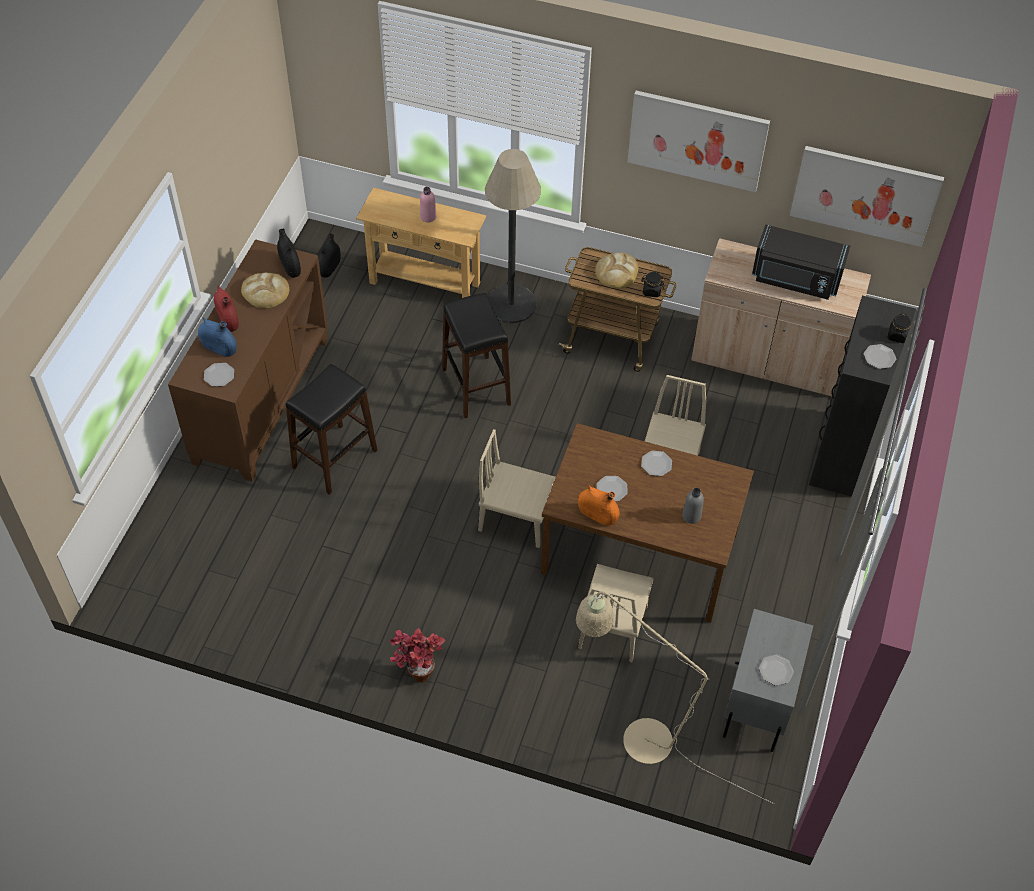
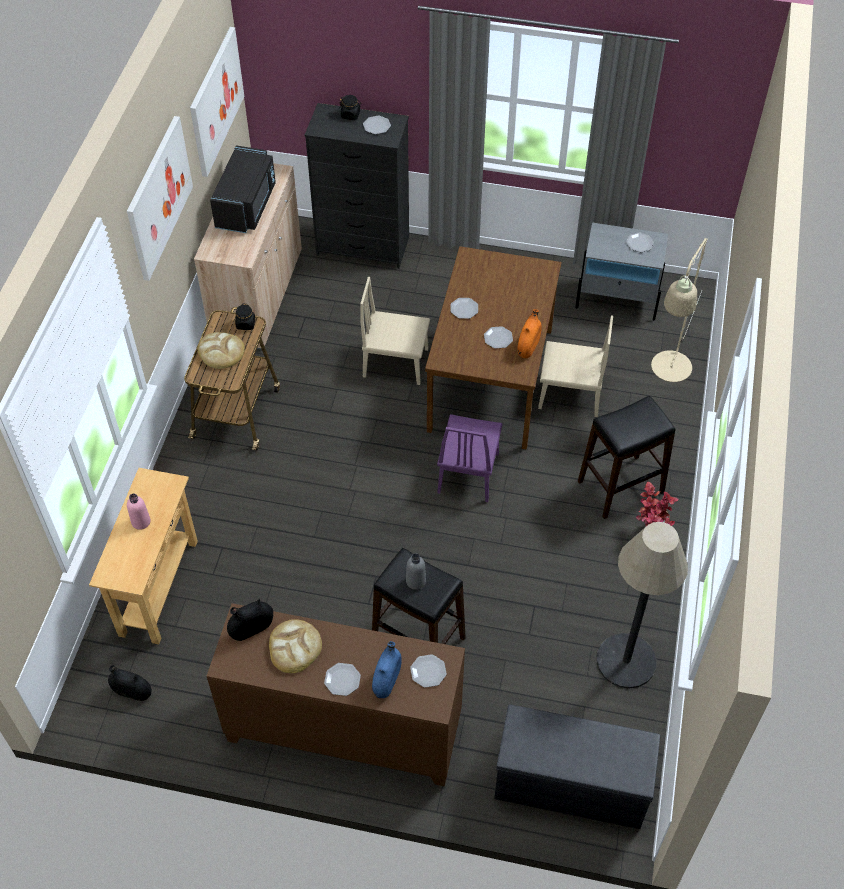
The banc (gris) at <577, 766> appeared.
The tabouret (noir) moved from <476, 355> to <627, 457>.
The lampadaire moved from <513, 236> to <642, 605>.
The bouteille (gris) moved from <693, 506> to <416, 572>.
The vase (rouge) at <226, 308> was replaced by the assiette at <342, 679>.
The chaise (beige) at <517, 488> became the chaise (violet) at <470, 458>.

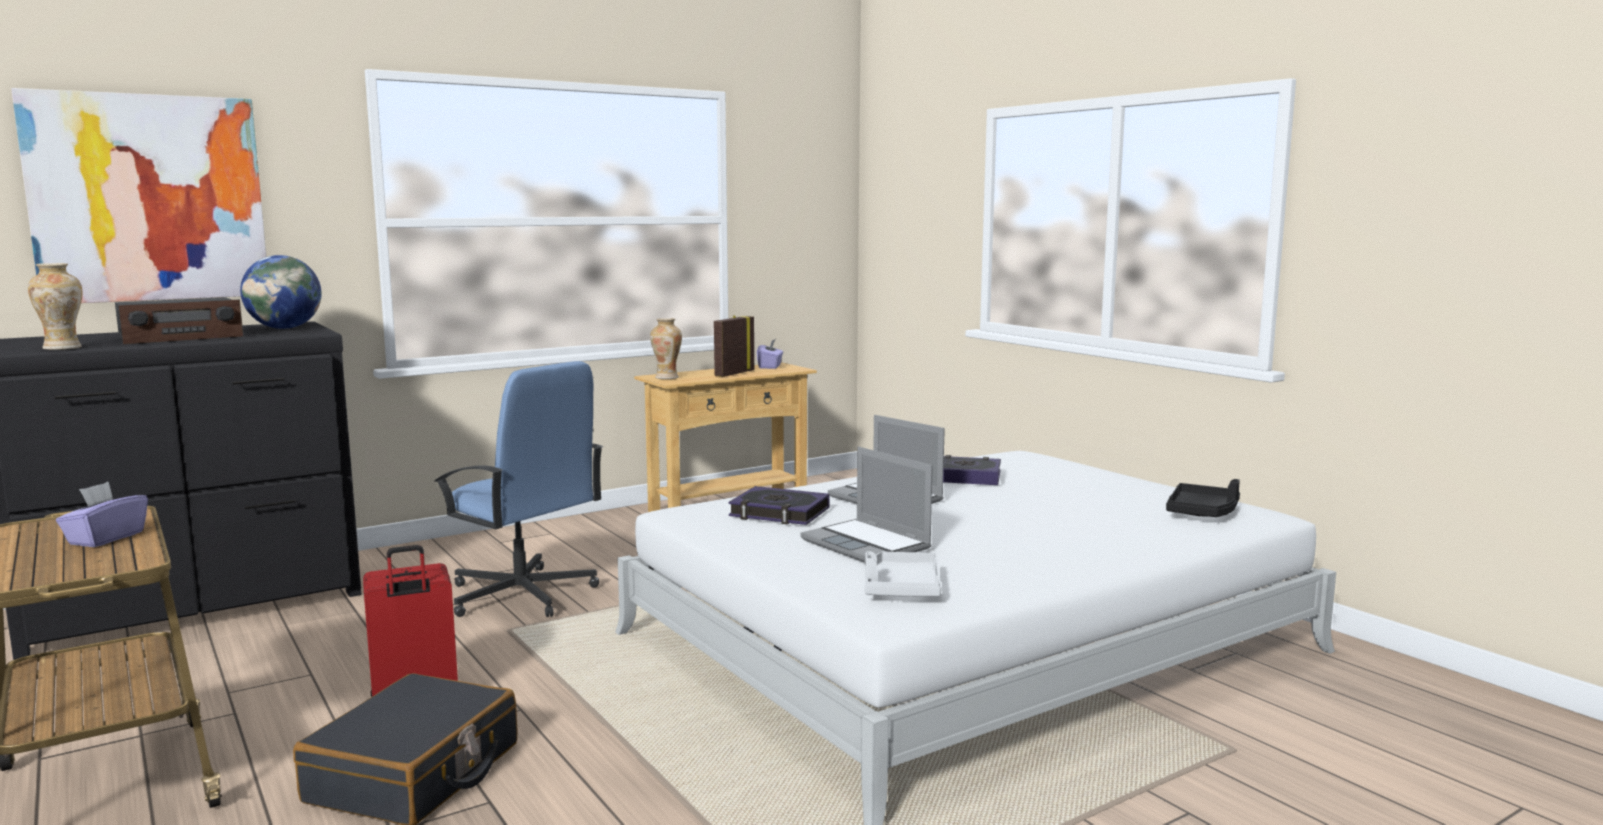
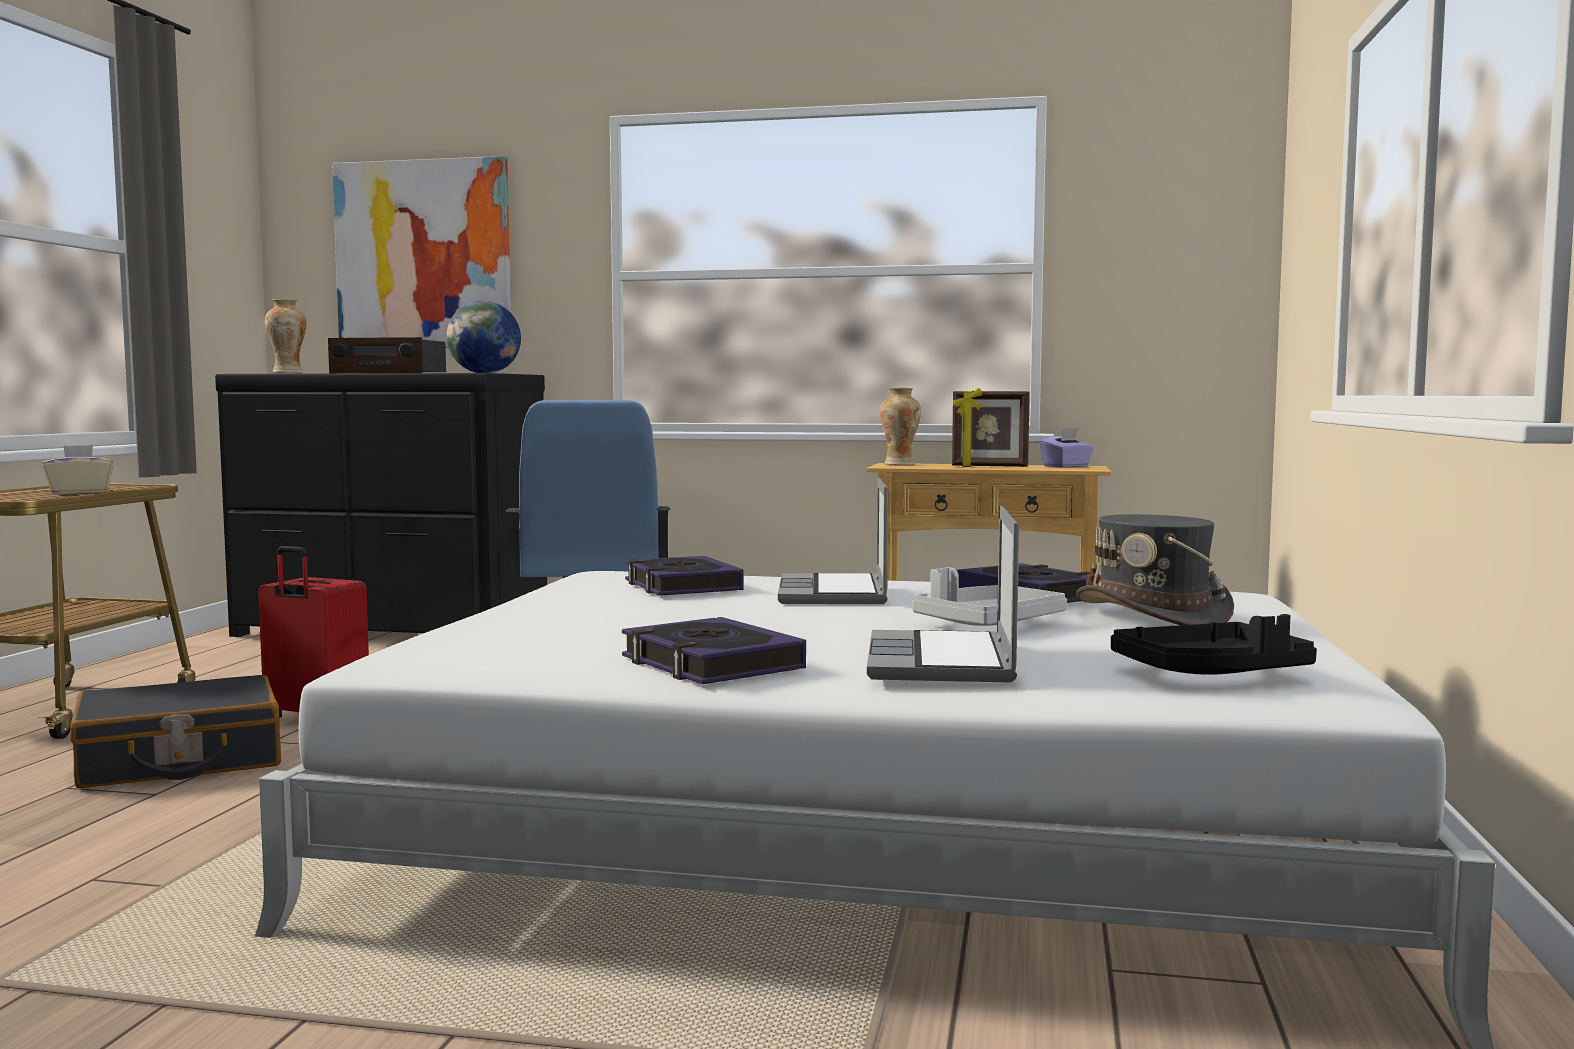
The livre at <714, 650> appeared.
The chapeau (gris) at <1155, 569> appeared.
The ordinateur portable moved from <867, 505> to <943, 594>.
The plateau (gris) moved from <903, 574> to <989, 597>.
The boîte à mouchoirs (violet) at <102, 514> became the boîte à mouchoirs (beige) at <77, 469>.
The cadre photo at <734, 346> turned 150 degrees counterclockwise.

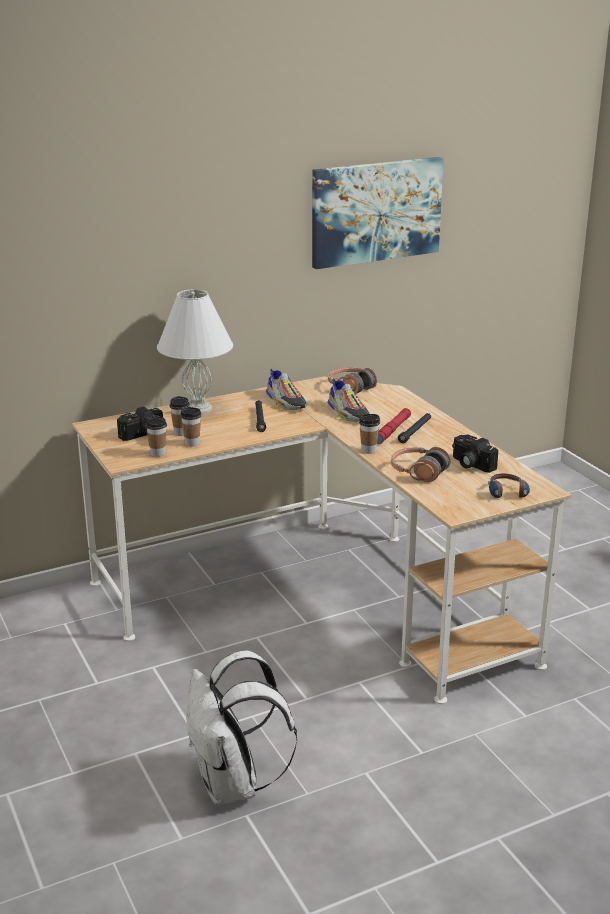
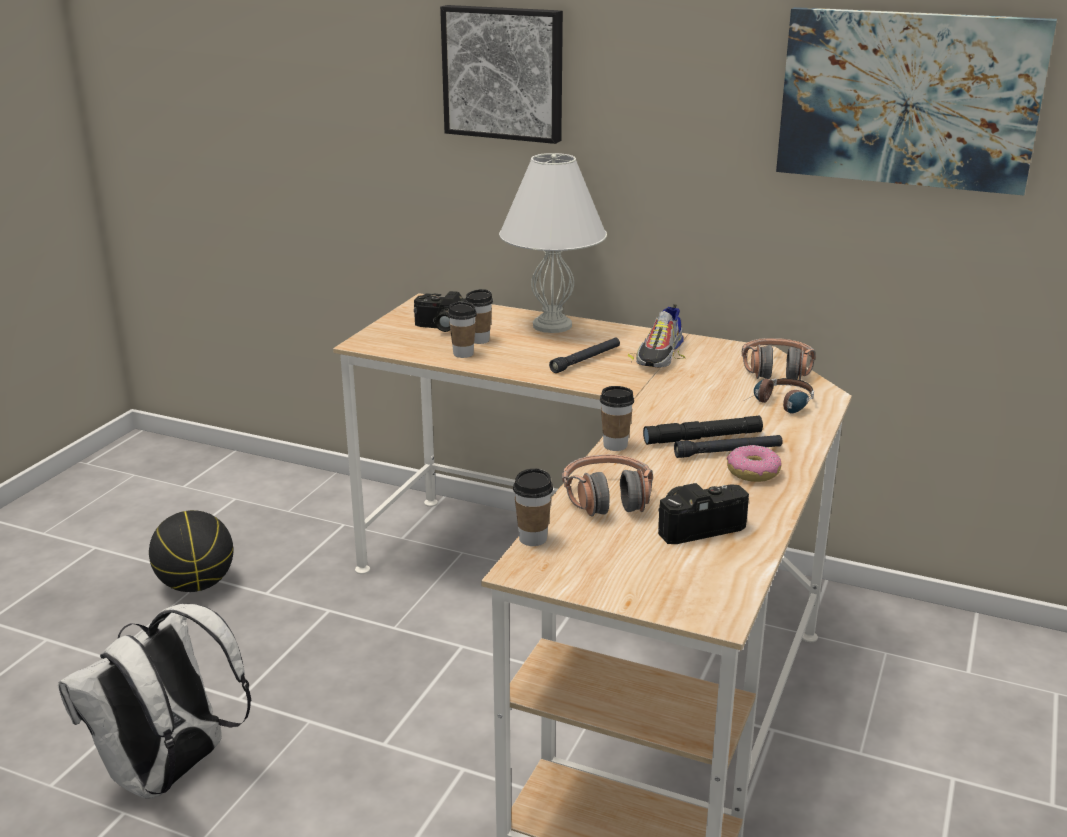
The chaussure at <349, 401> disappeared.
The ballon de basket at <191, 551> appeared.
The tableau at <501, 74> appeared.
The beignet at <754, 463> appeared.
The tasse moved from <156, 436> to <533, 507>.
The casque audio moved from <509, 485> to <778, 395>.
The lampe de poche (rouge) at <394, 426> became the lampe de poche (noir) at <703, 430>.
The appareil photo at <475, 454> turned 60 degrees clockwise.

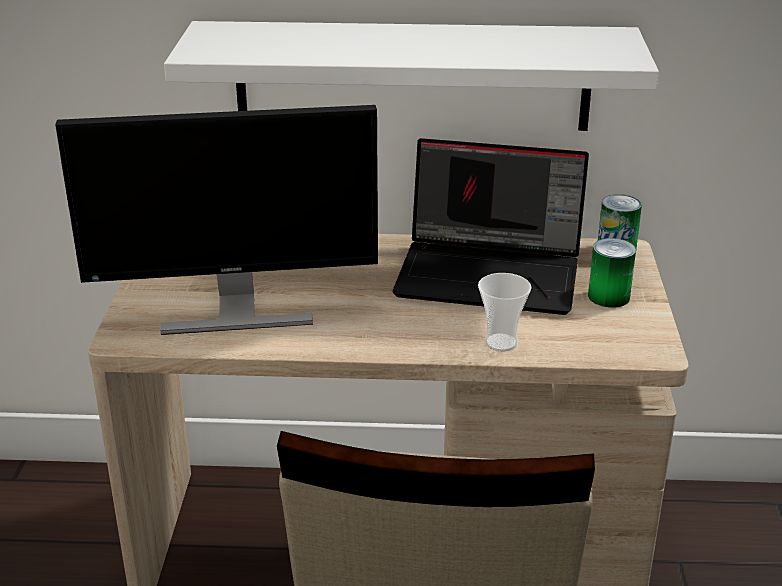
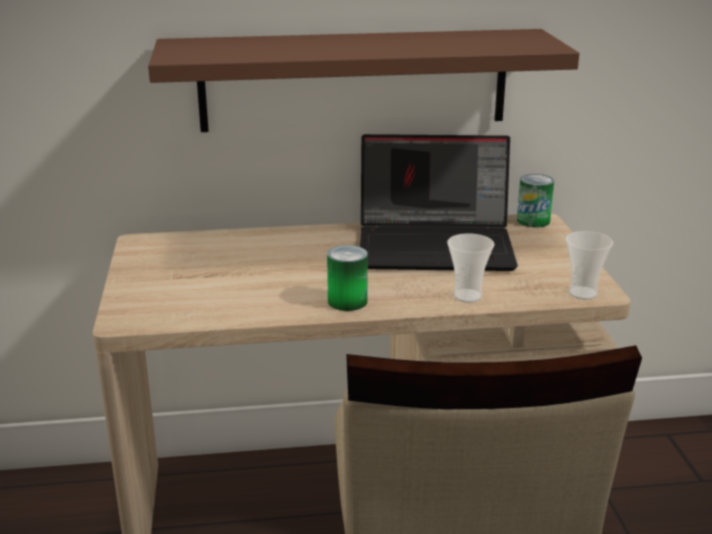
The écran d'ordinateur at <216, 220> disappeared.
The tasse at <589, 265> appeared.
The boîte métallique moved from <612, 273> to <347, 278>.
The étagère (blanc) at <411, 76> became the étagère (marron) at <363, 80>.

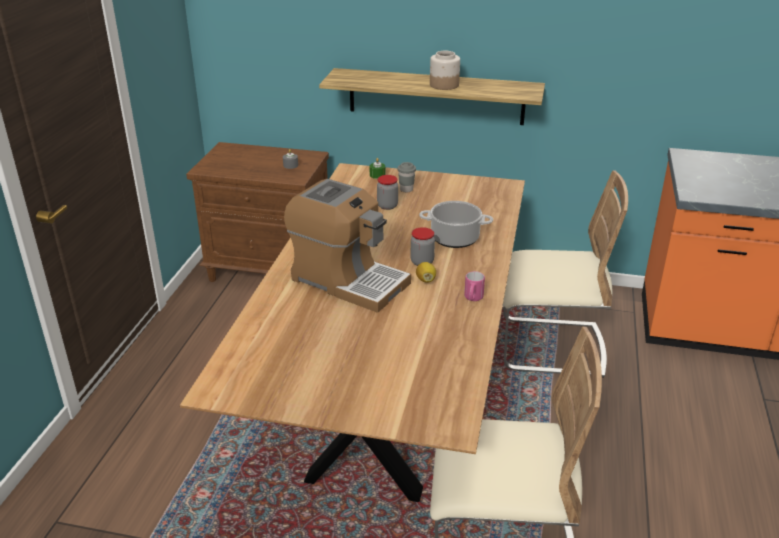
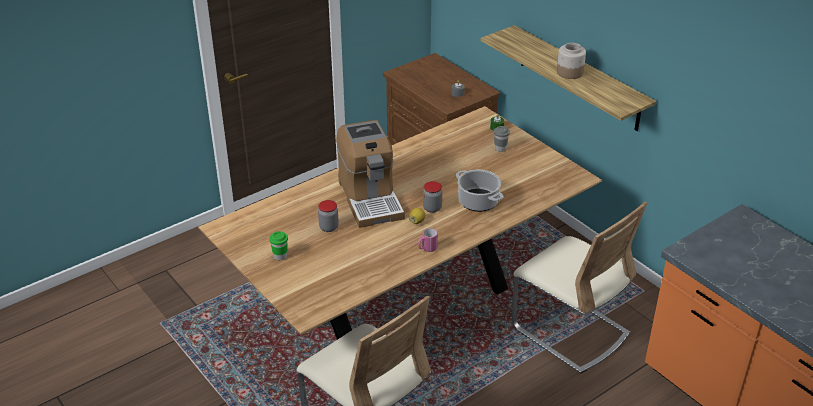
The tasse (vert) at <278, 245> appeared.
The bocal moved from <387, 192> to <328, 216>.

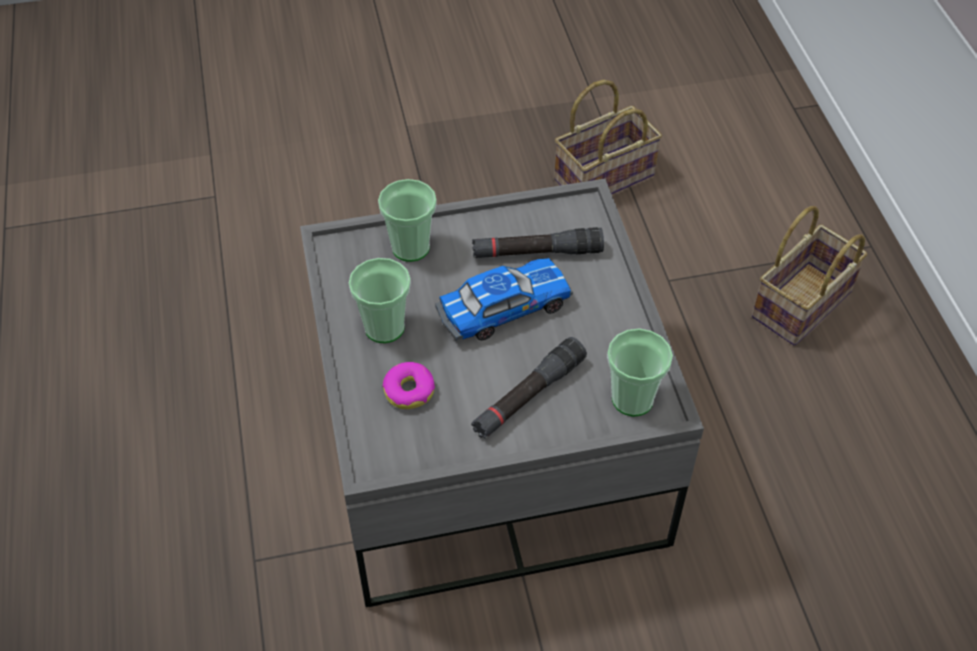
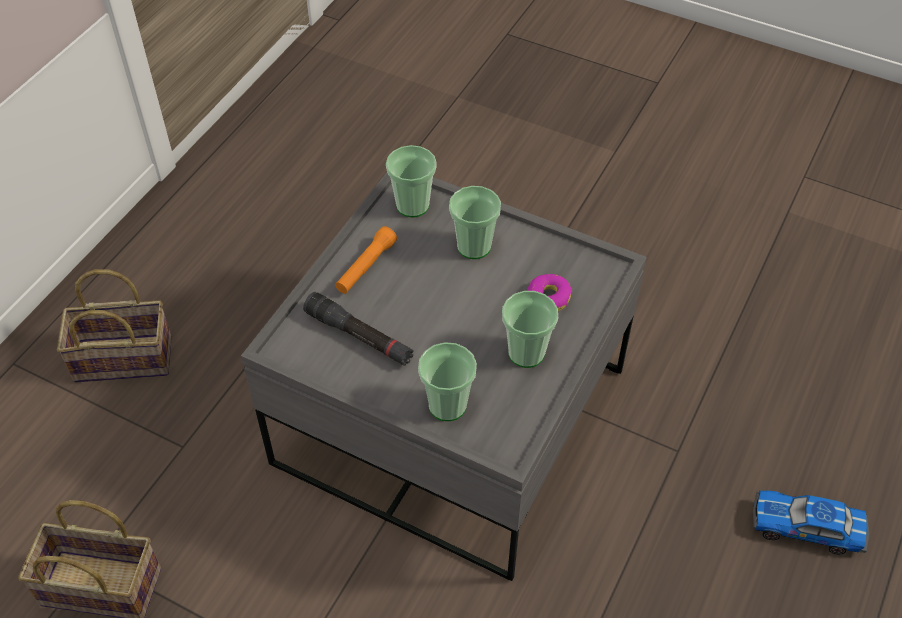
The lampe de poche (orange) at <366, 260> appeared.
The petite voiture moved from <504, 299> to <811, 522>.
The lampe de poche (noir) at <529, 388> was replaced by the tasse at <475, 222>.

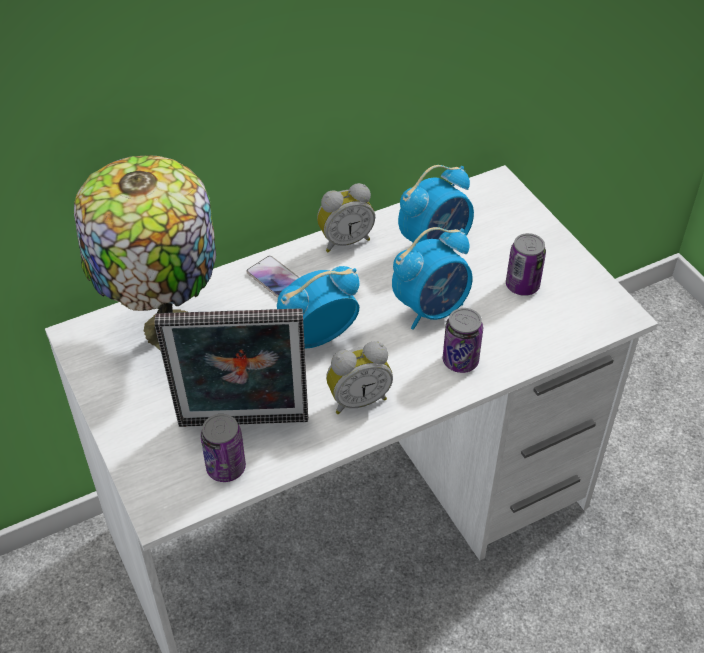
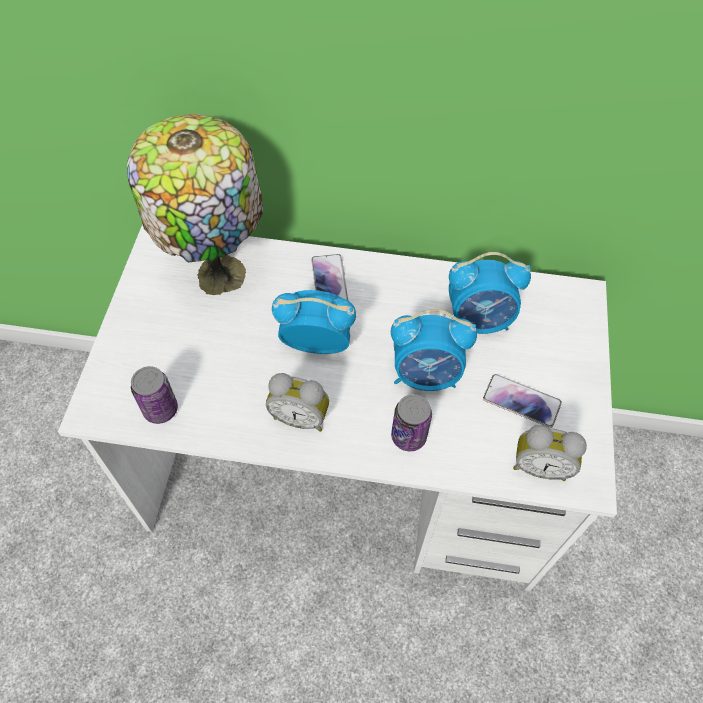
The cadre photo at <231, 368> disappeared.
The réveil moved from <346, 217> to <550, 453>.
The boîte métallique at <526, 264> was replaced by the téléphone at <522, 401>.

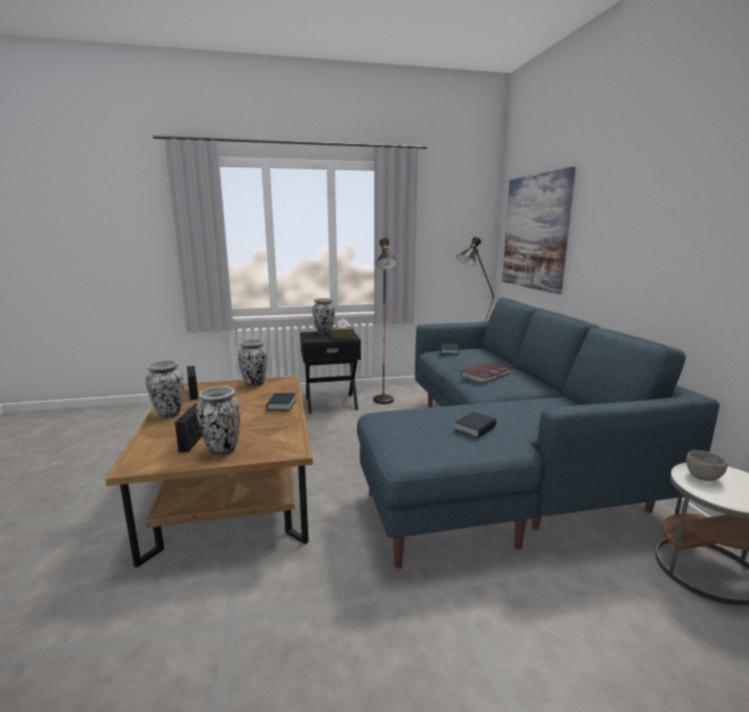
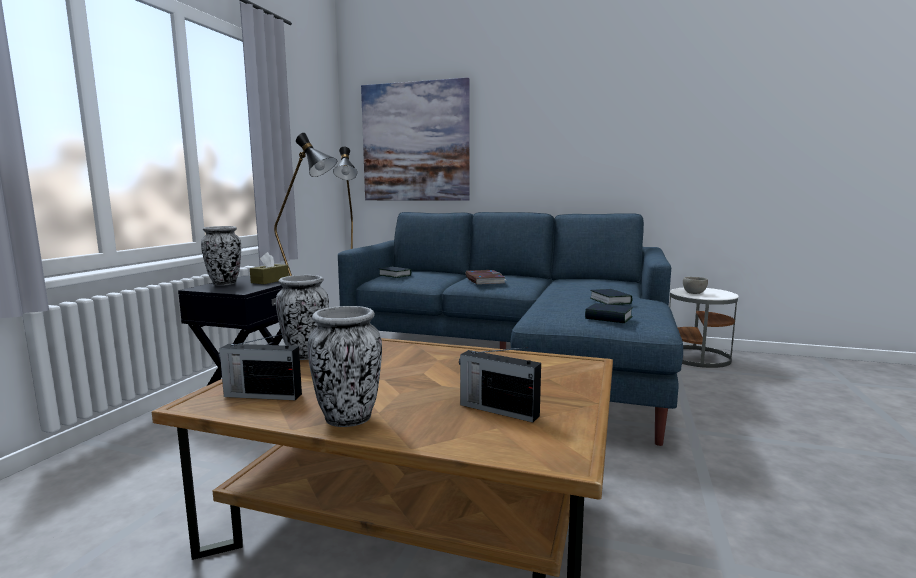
The vase at <218, 421> disappeared.
The livre moved from <281, 402> to <609, 313>.

